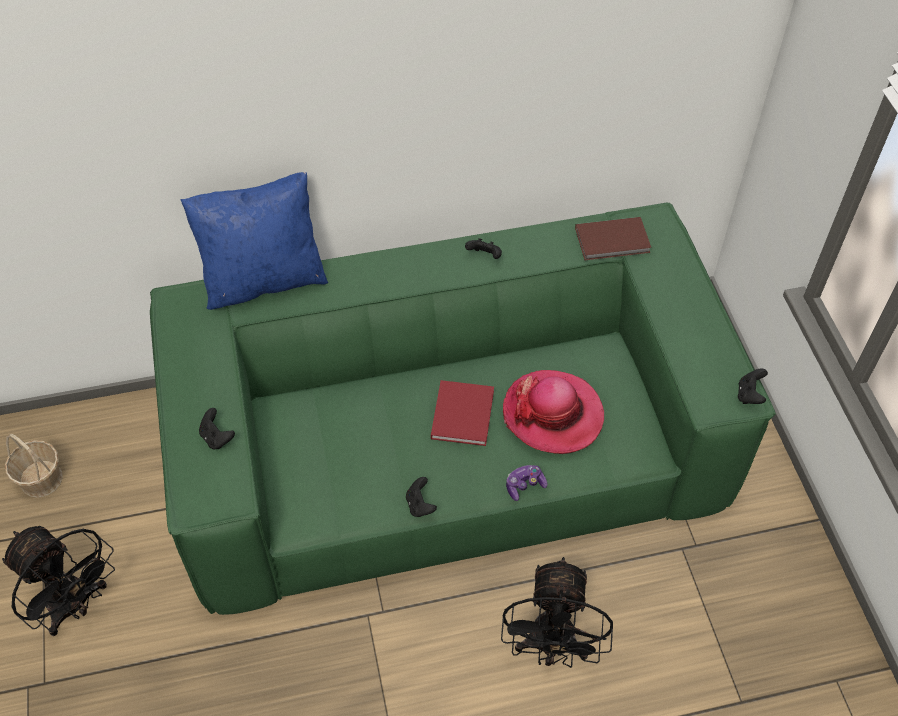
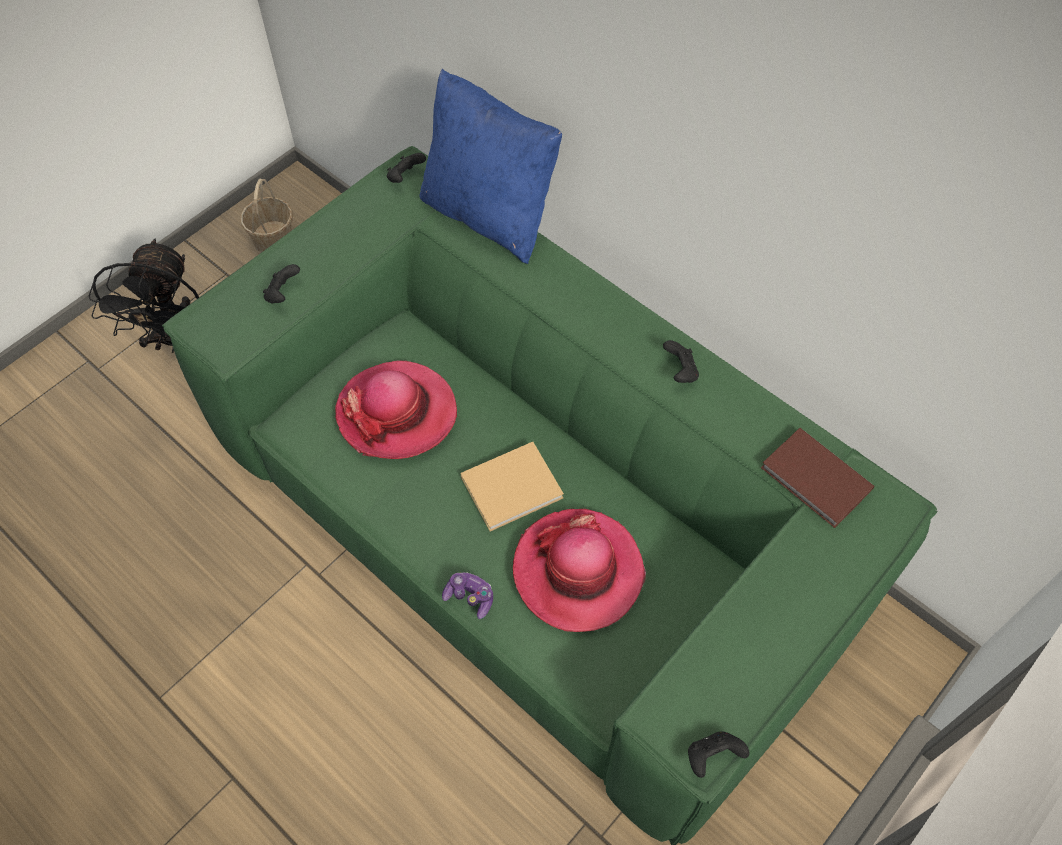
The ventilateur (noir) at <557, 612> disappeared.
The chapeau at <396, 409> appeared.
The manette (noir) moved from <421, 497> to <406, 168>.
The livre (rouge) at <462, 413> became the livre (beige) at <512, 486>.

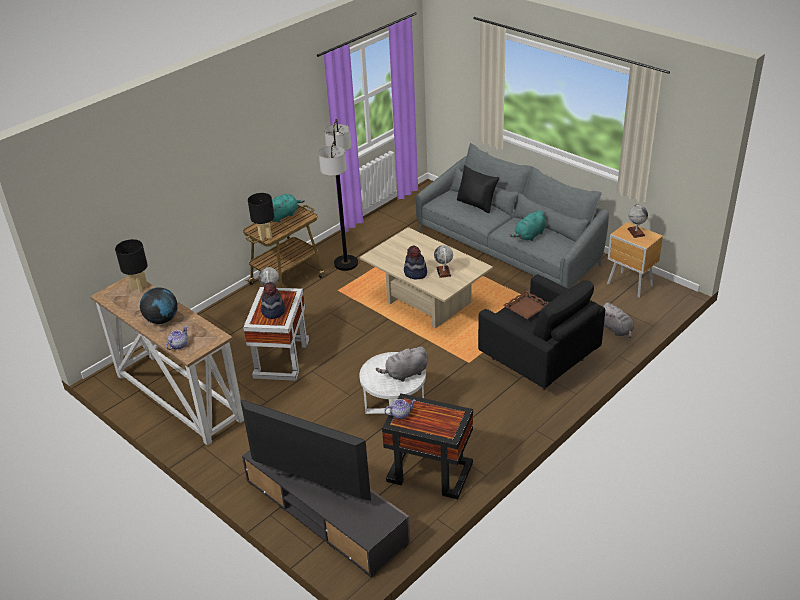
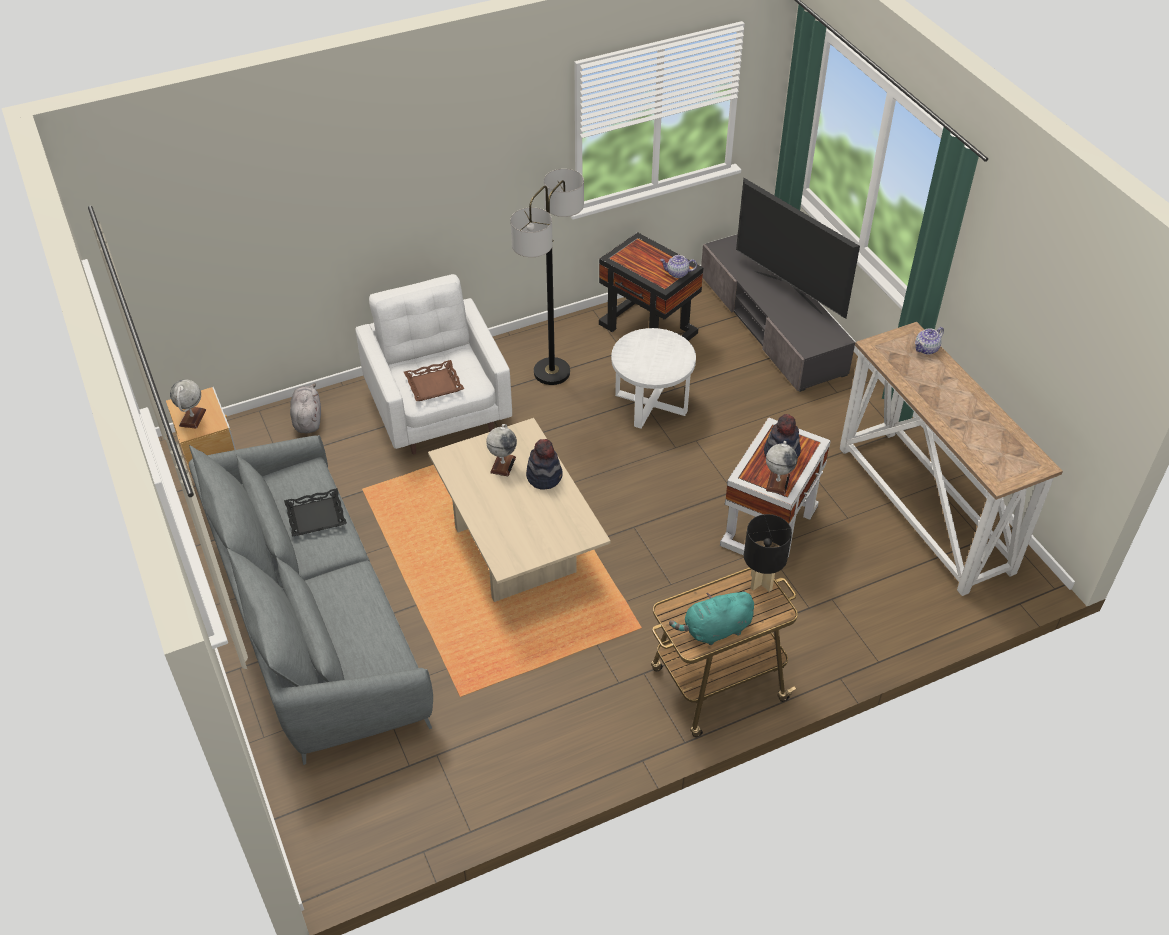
The lampe de table (noir) at <131, 265> disappeared.
The globe at <159, 305> disappeared.
The peluche (gris) at <402, 364> disappeared.
The coussin (noir) at <478, 189> disappeared.
The lampadaire moved from <338, 195> to <547, 277>.
The peluche (turquoise) at <528, 225> was replaced by the plateau (noir) at <315, 512>.
The fauteuil (noir) at <541, 332> became the fauteuil (blanc) at <434, 364>.

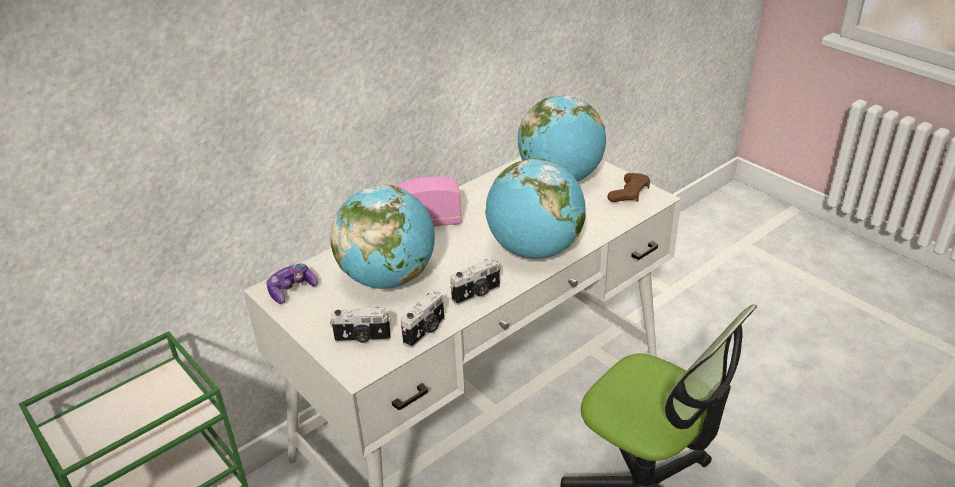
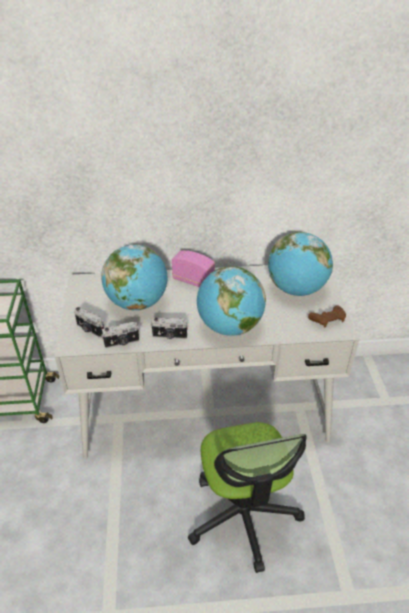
The manette at <292, 284> disappeared.

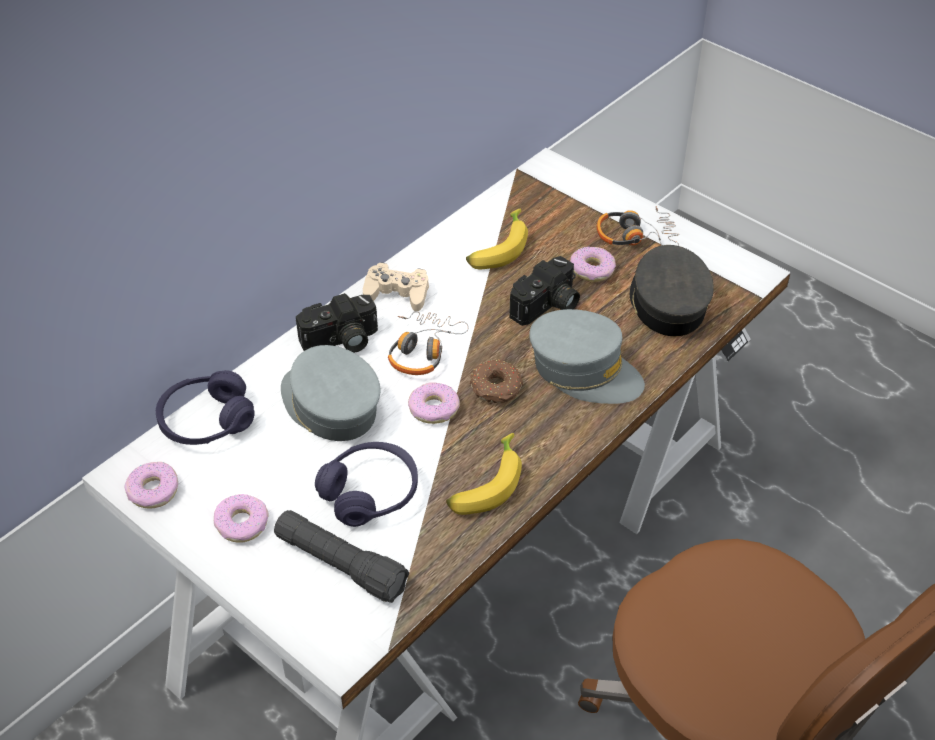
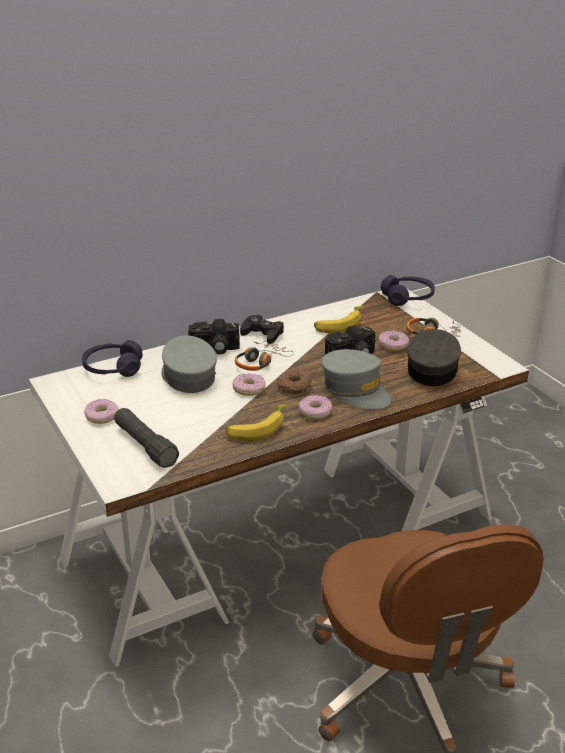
The beignet moved from <151, 485> to <315, 407>.
The casque audio (violet) moved from <366, 484> to <408, 290>.
The manette (beige) at <396, 286> became the manette (noir) at <262, 329>.

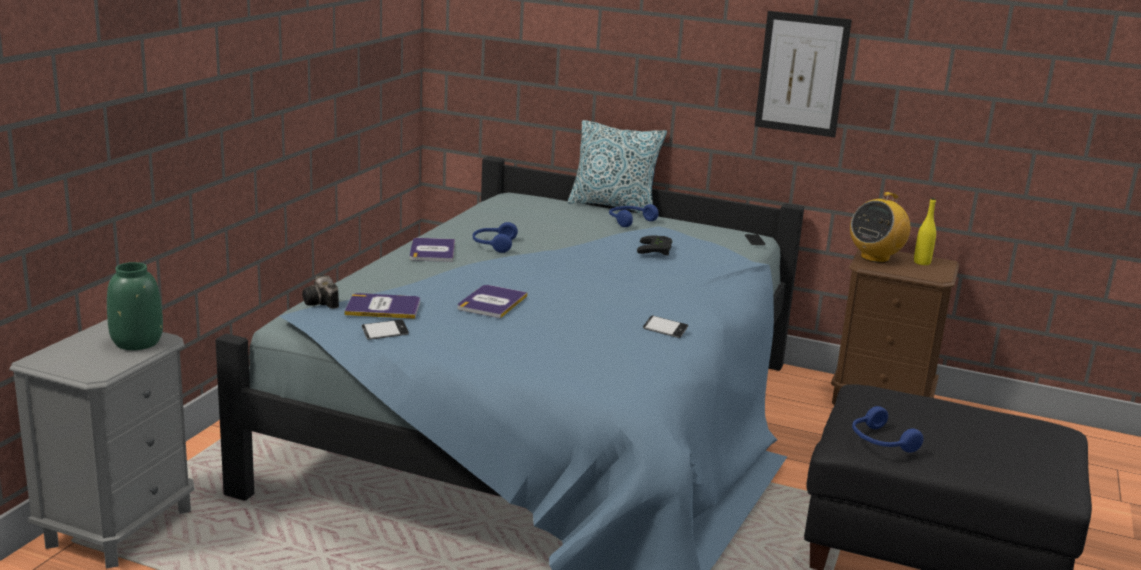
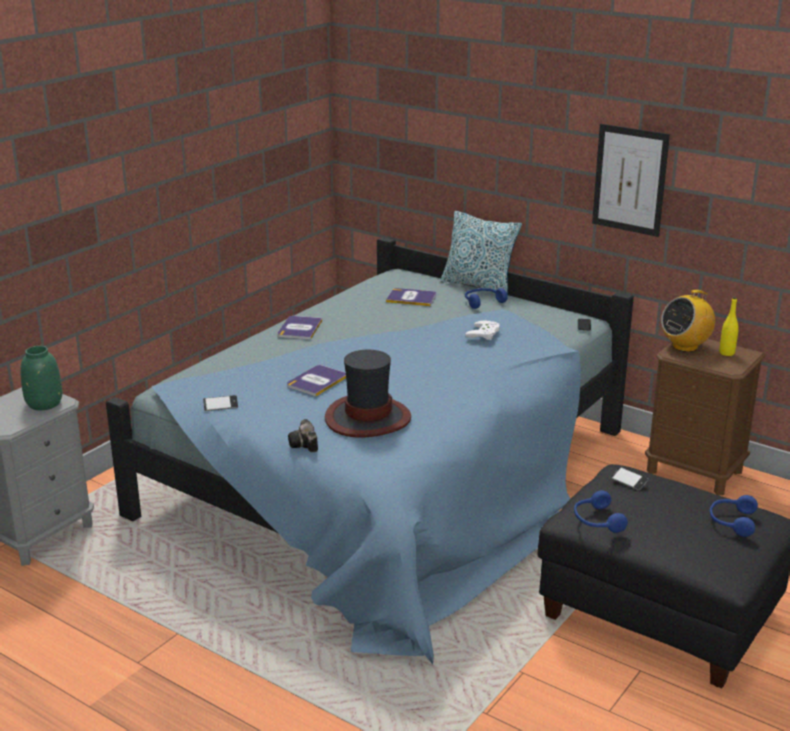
The chapeau at <368, 394> appeared.
The appareil photo moved from <320, 291> to <303, 435>.
The livre moved from <382, 306> to <411, 297>.
The casque audio (bleu) moved from <495, 237> to <733, 516>.
The téléphone moved from <665, 326> to <629, 478>.
The manette (noir) at <654, 245> became the manette (blanc) at <482, 330>.

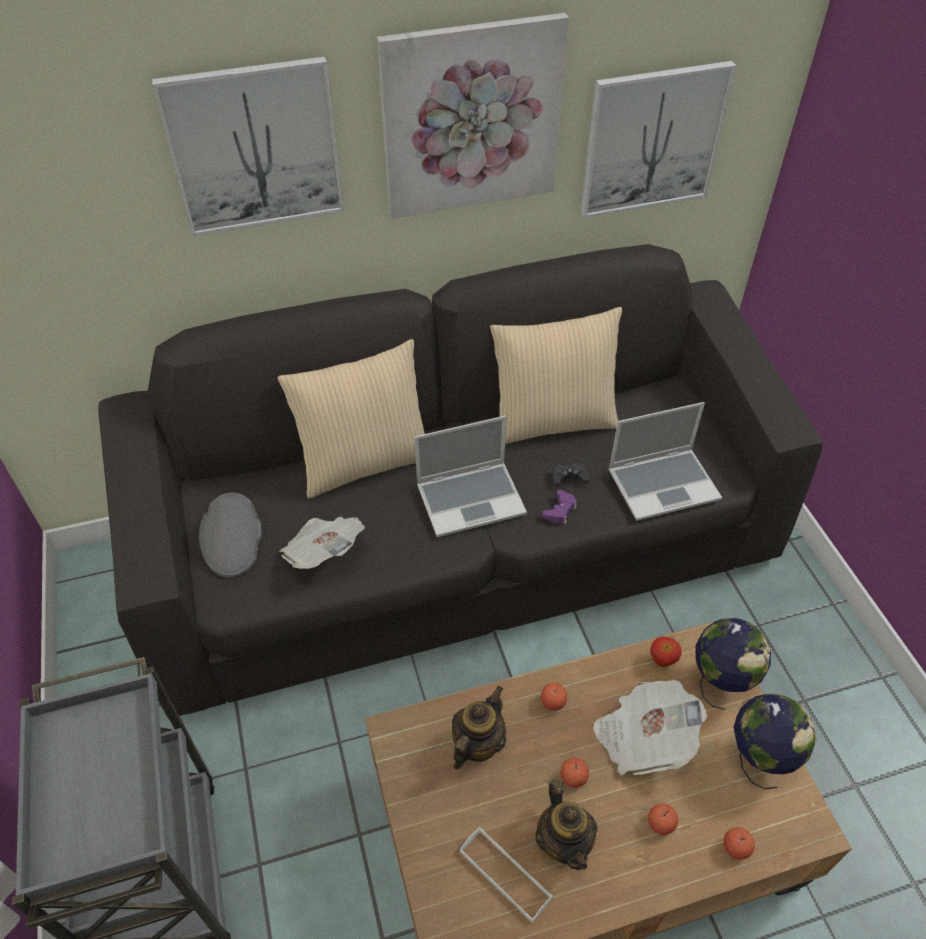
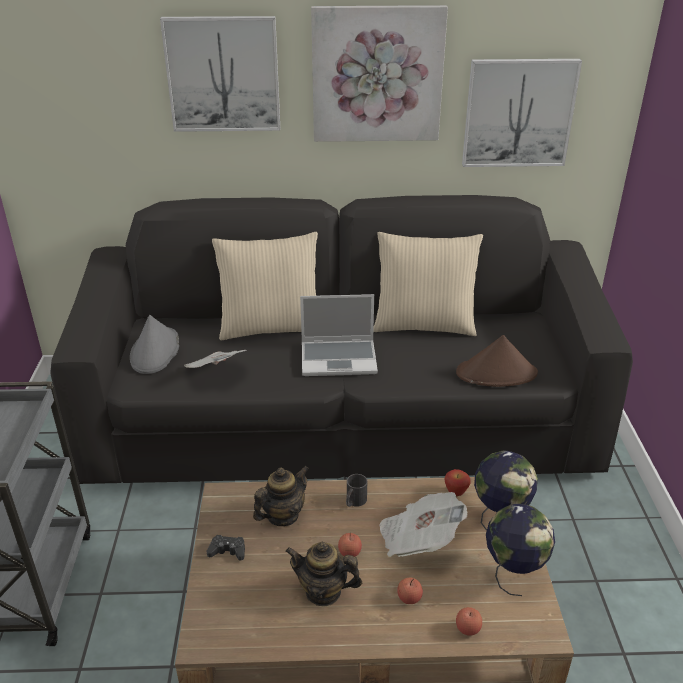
The plateau (blanc) at <506, 875> disappeared.
The manette (violet) at <559, 507> disappeared.
The manette (noir) moved from <571, 475> to <226, 548>.
The pomme at <554, 697> was replaced by the mug (noir) at <356, 490>.
The ordinateur portable at <665, 461> was replaced by the chapeau (marron) at <497, 361>.
The théière at <566, 824> turned 105 degrees clockwise.

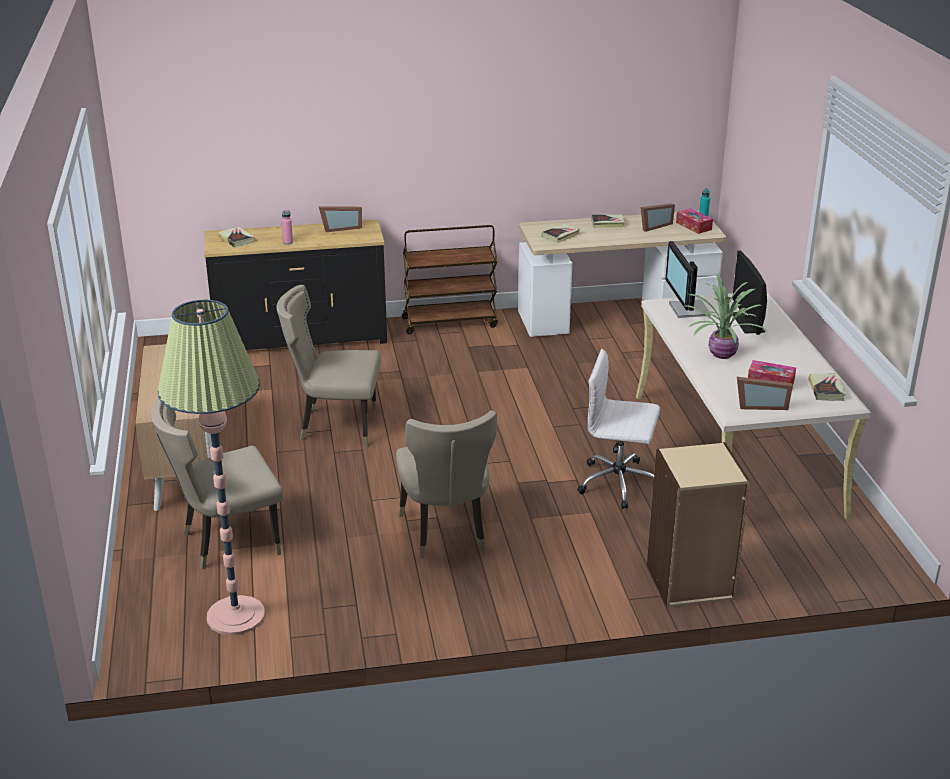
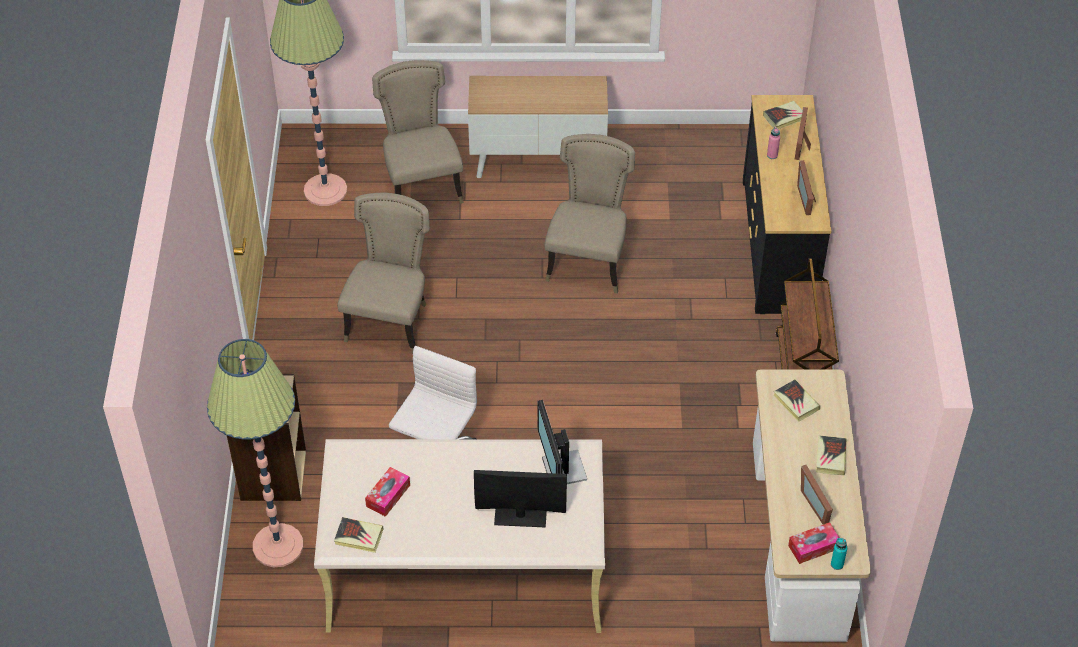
The plante en pot at <724, 316> disappeared.
The lampadaire at <255, 453> appeared.
The cadre photo moved from <765, 393> to <802, 133>.
The chaise (beige) at <446, 484> turned 105 degrees clockwise.
The écran d'ordinateur at <688, 279> turned 105 degrees counterclockwise.

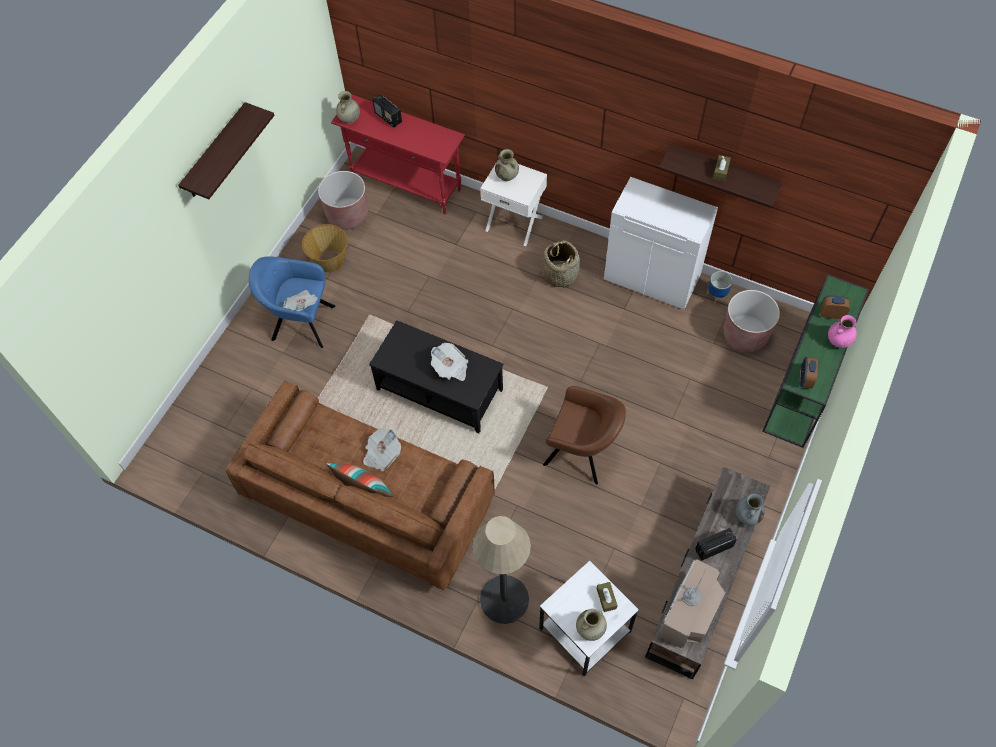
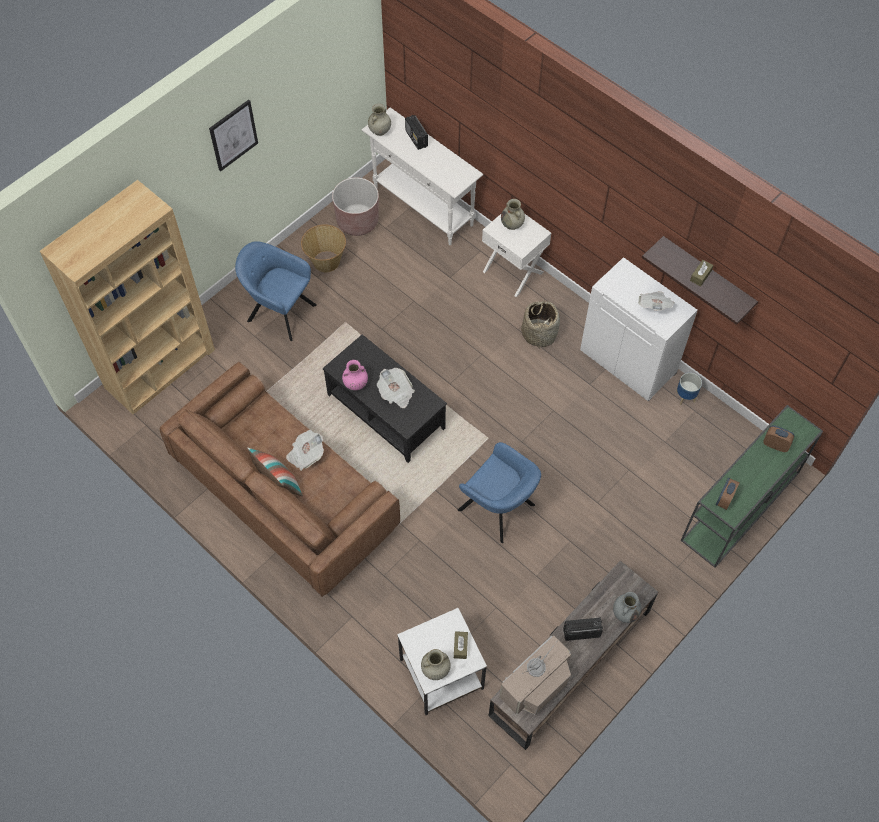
The lampadaire at <501, 570> disappeared.
The cache-pot (marron) at <751, 321> disappeared.
The bibliothèque (marron) at <127, 297> appeared.
The journal moved from <300, 300> to <656, 301>.
The vase (rose) moved from <842, 331> to <355, 375>.
The étagère at <226, 150> was replaced by the tableau at <233, 135>.
The table console (rouge) at <398, 154> became the table console (blanc) at <422, 176>.
The fauteuil (marron) at <584, 435> became the fauteuil (bleu) at <499, 492>.

